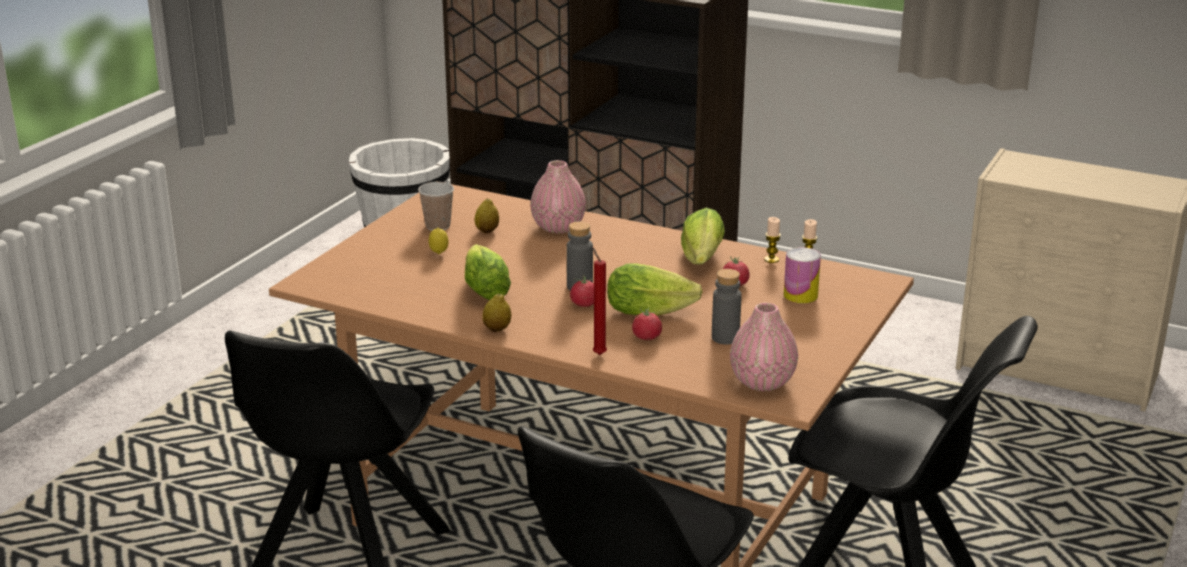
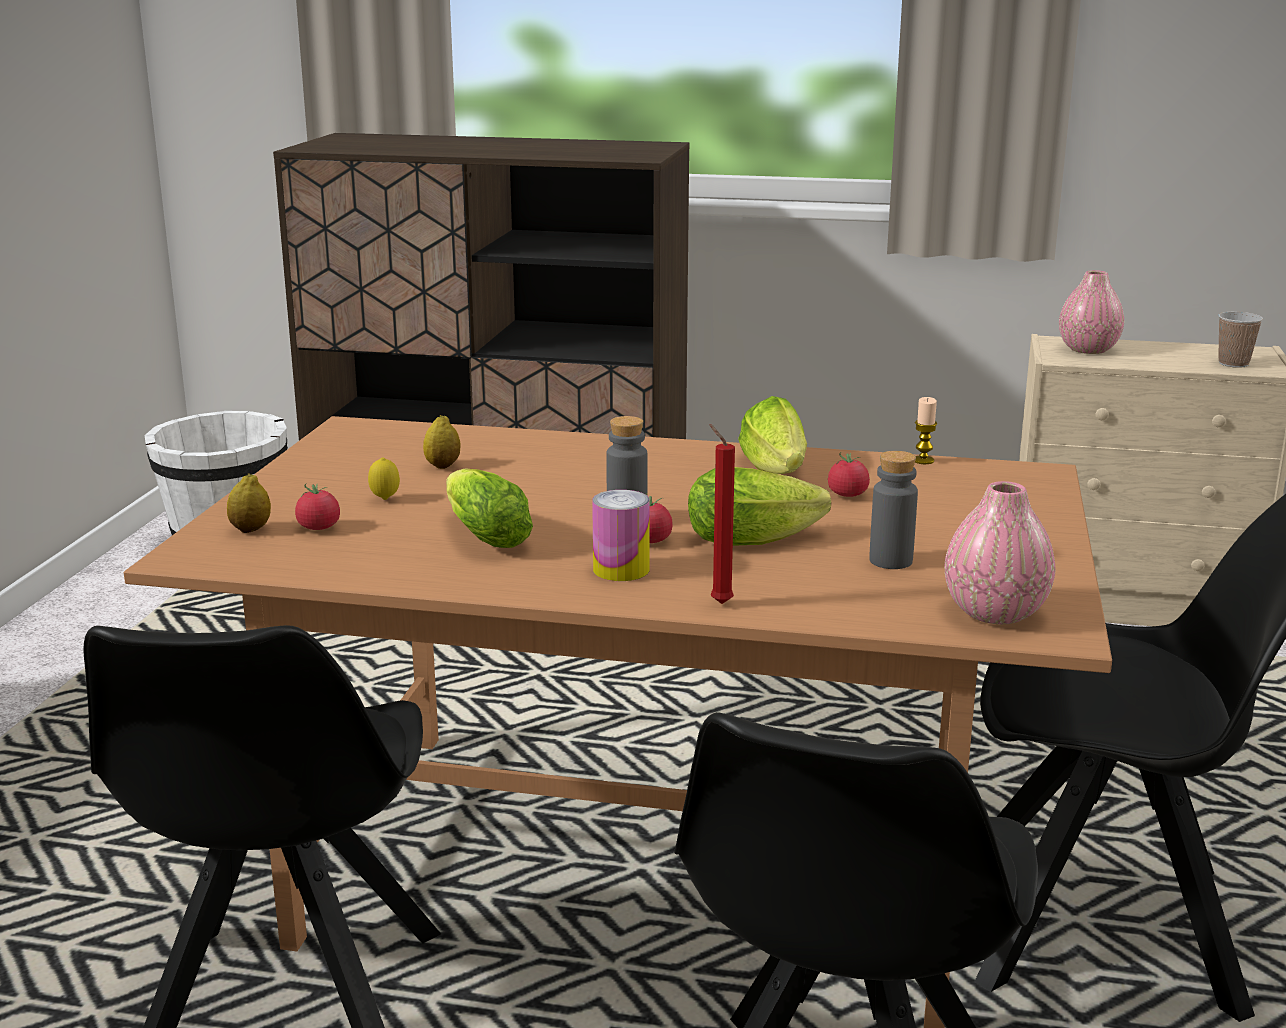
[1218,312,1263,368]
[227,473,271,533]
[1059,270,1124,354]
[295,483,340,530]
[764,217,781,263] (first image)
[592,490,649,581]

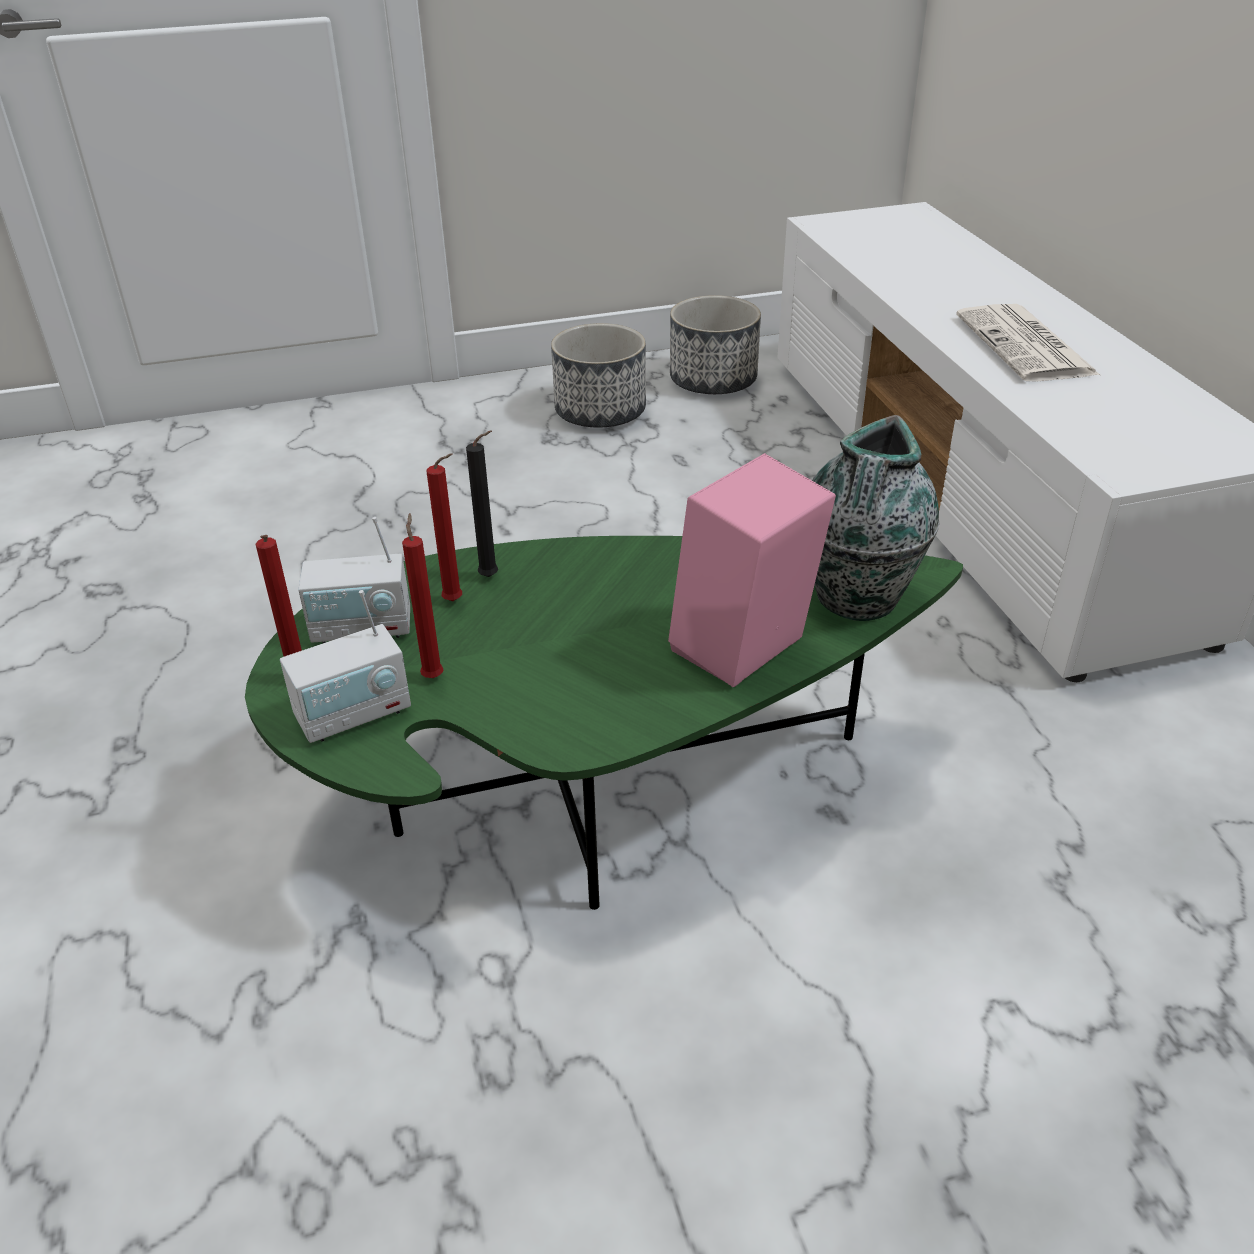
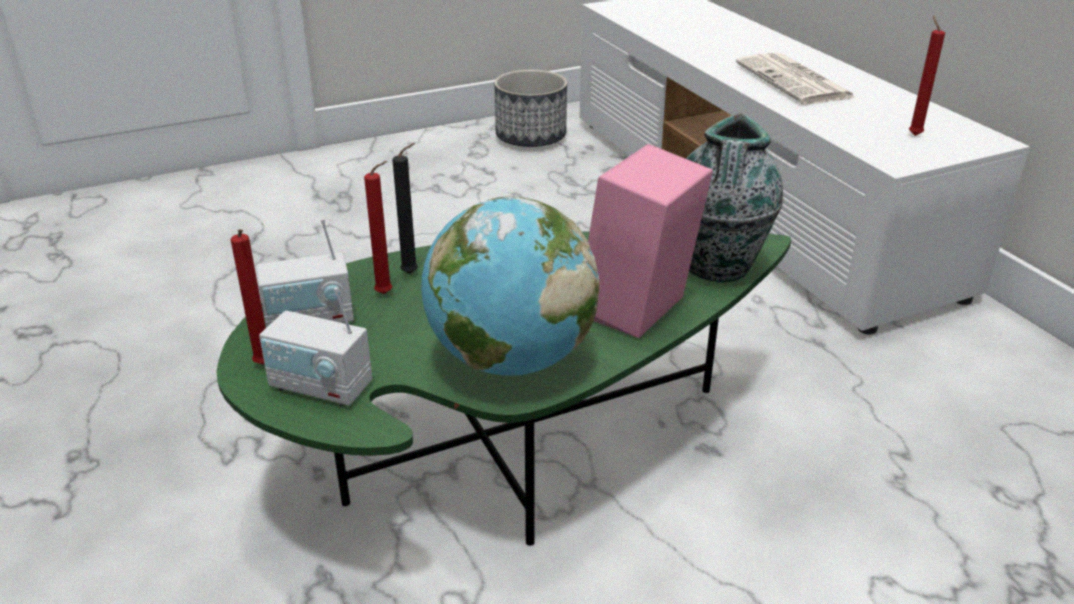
[259,288,372,406]
[909,16,945,136]
[551,323,646,427] (first image)
[421,196,600,376]

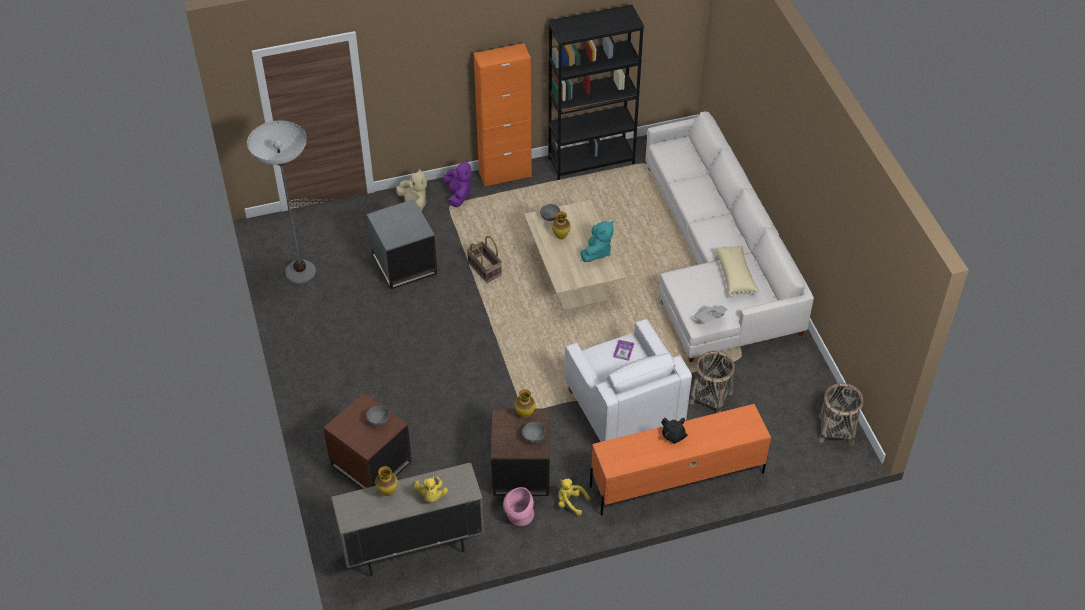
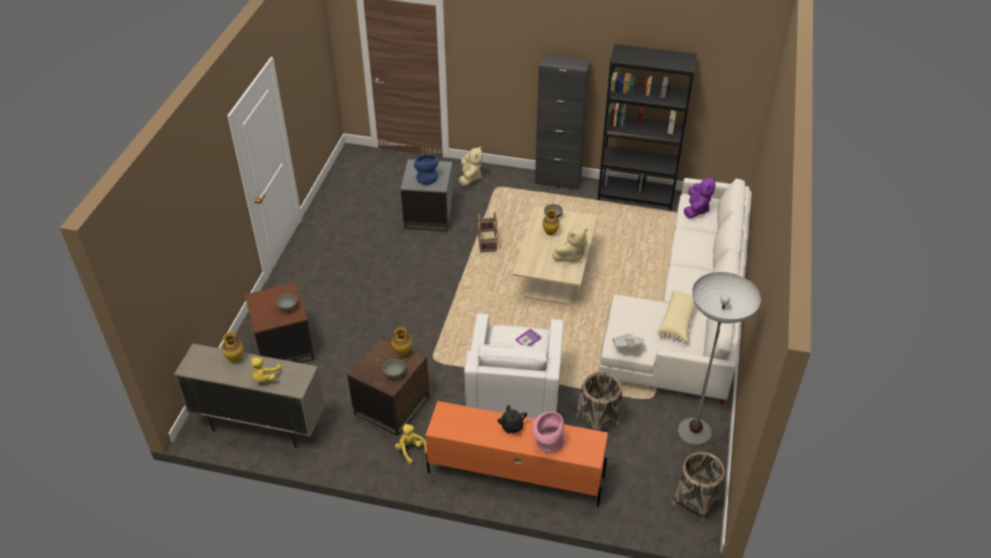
[678,272,761,446]
[684,177,716,218]
[535,54,590,190]
[532,412,564,453]
[552,227,588,263]
[414,155,439,185]

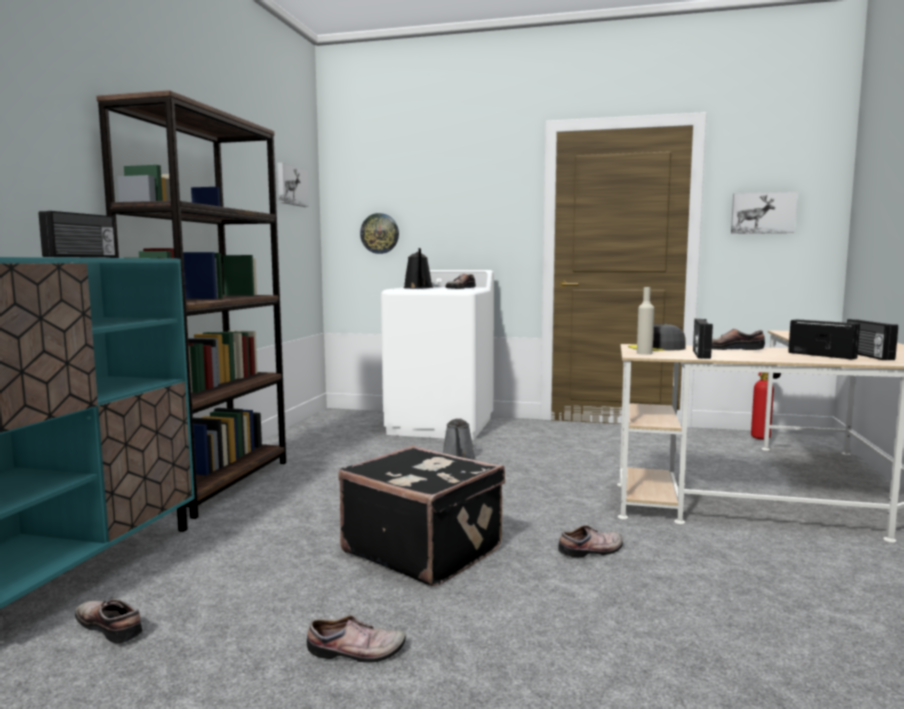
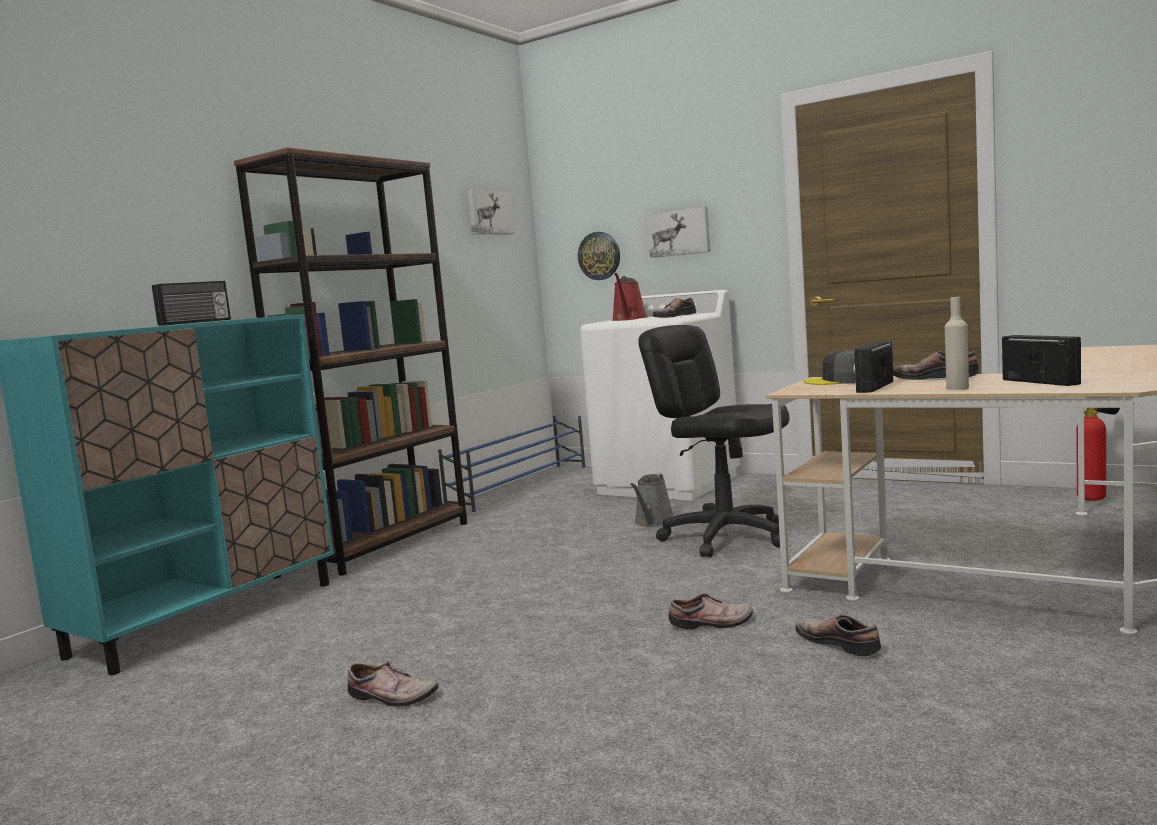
[795,615,881,657]
[338,446,505,586] (first image)
[612,273,647,321]
[945,297,969,390]
[647,207,710,258]
[847,319,898,360] (first image)
[438,416,586,512]
[638,325,790,557]

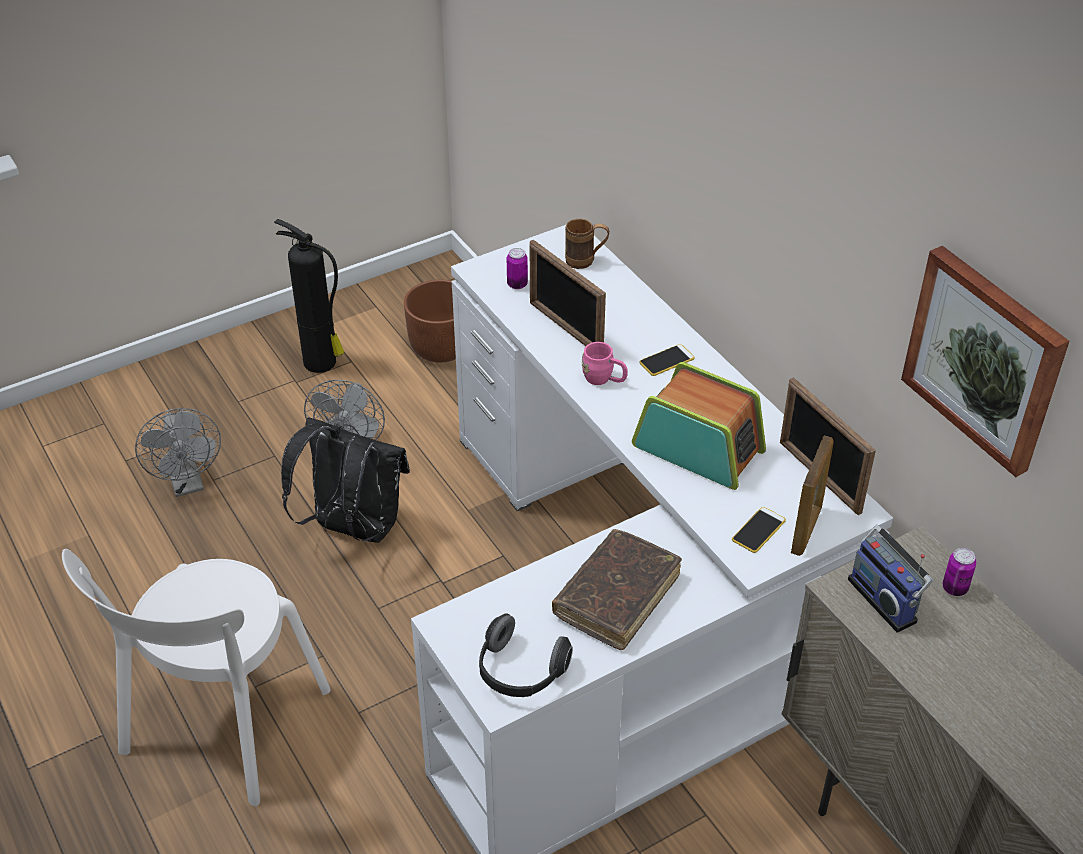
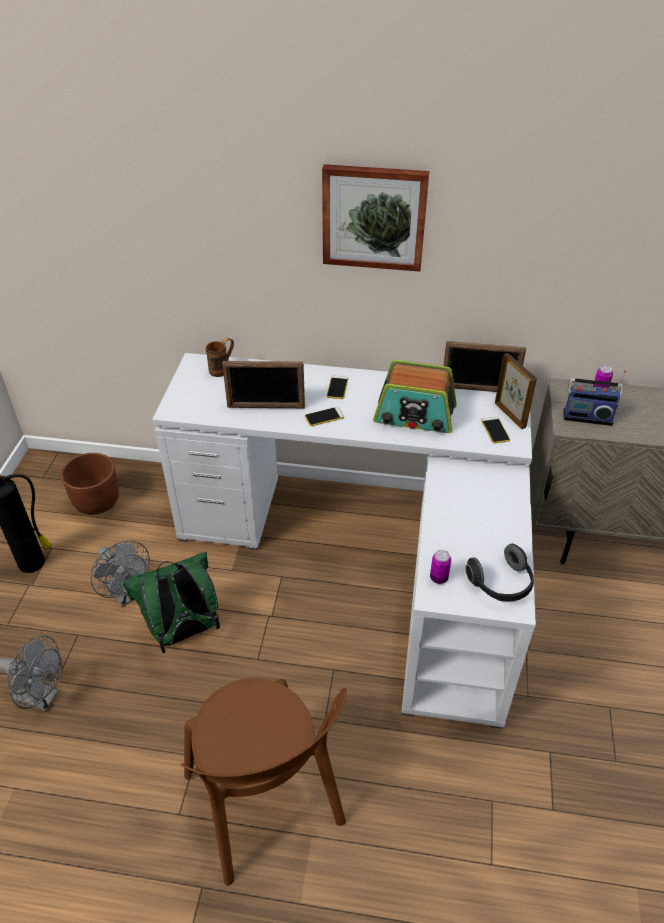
[181,678,347,886]
[123,552,220,653]
[430,550,451,584]
[552,529,682,650] (first image)
[305,407,344,426]
[373,360,457,433]
[322,164,429,271]

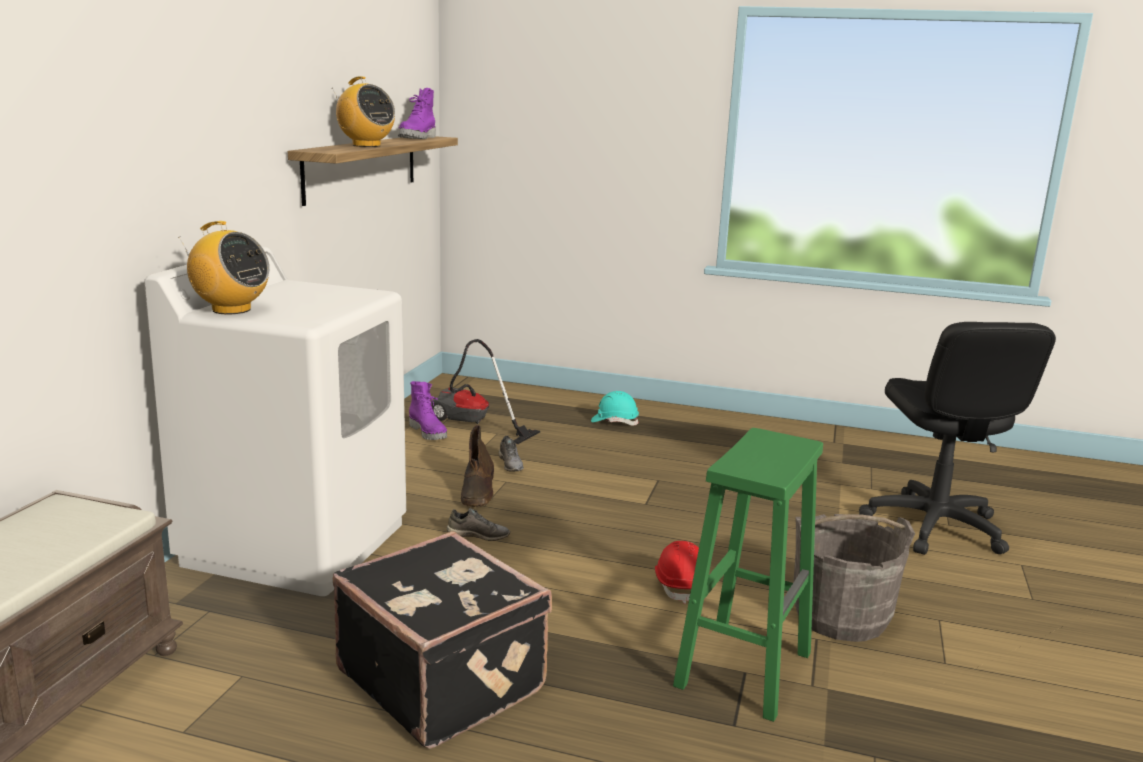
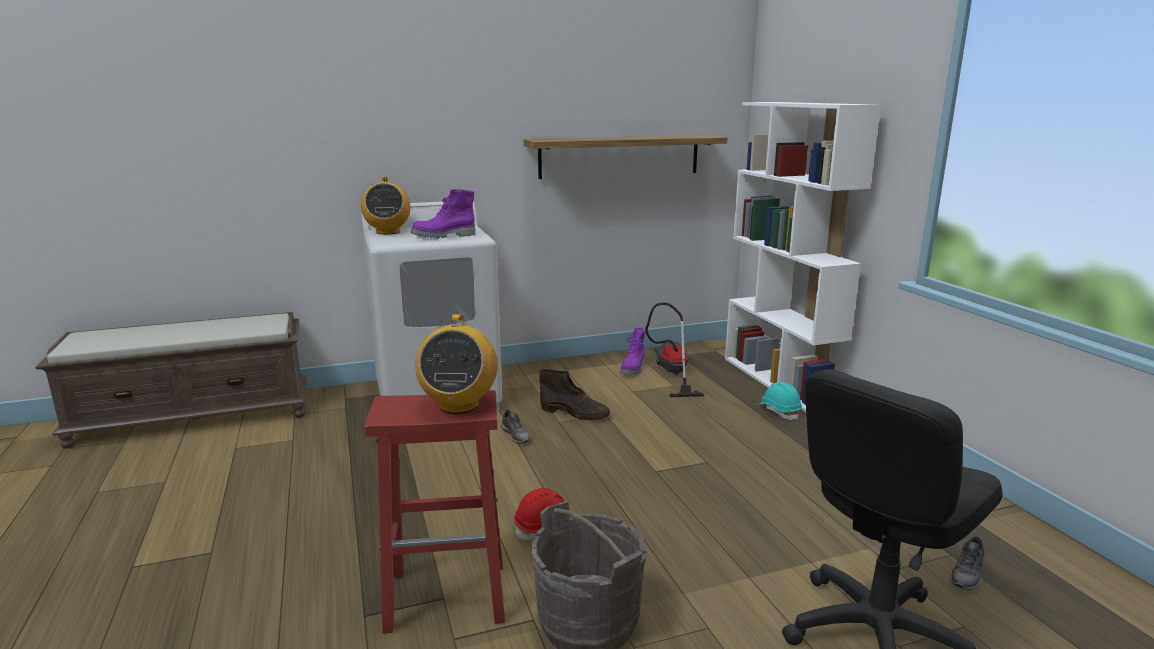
[415,314,498,414]
[333,531,552,749] (first image)
[411,189,475,239]
[539,369,610,420]
[950,537,984,590]
[365,390,505,634]
[725,102,881,413]

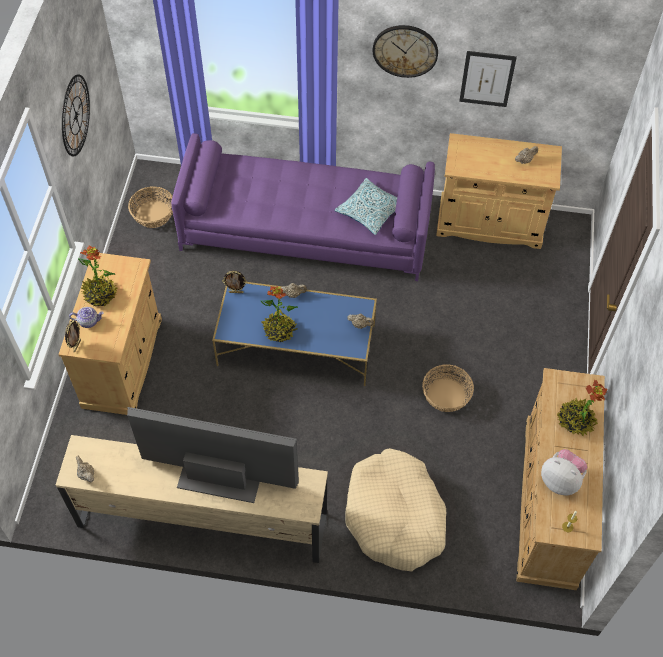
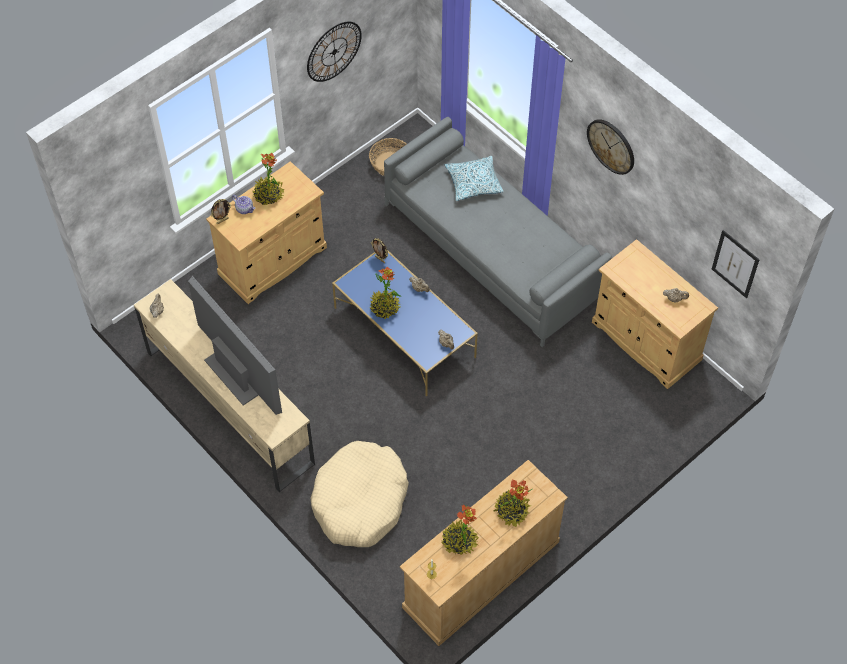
[384,117,612,347]
[445,156,504,201]
[422,364,474,412] (first image)
[712,230,760,298]
[442,504,479,556]

